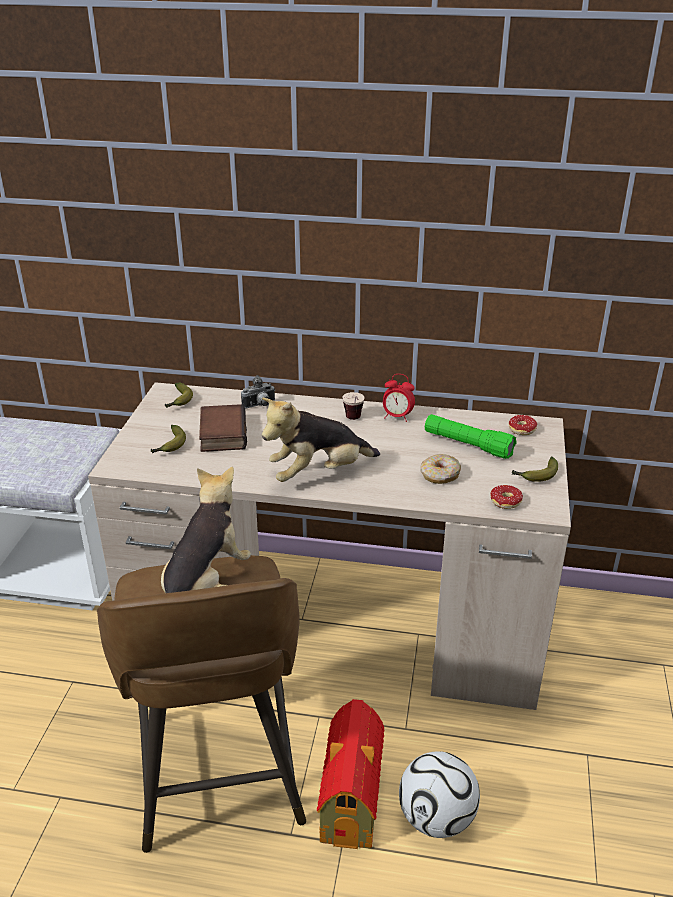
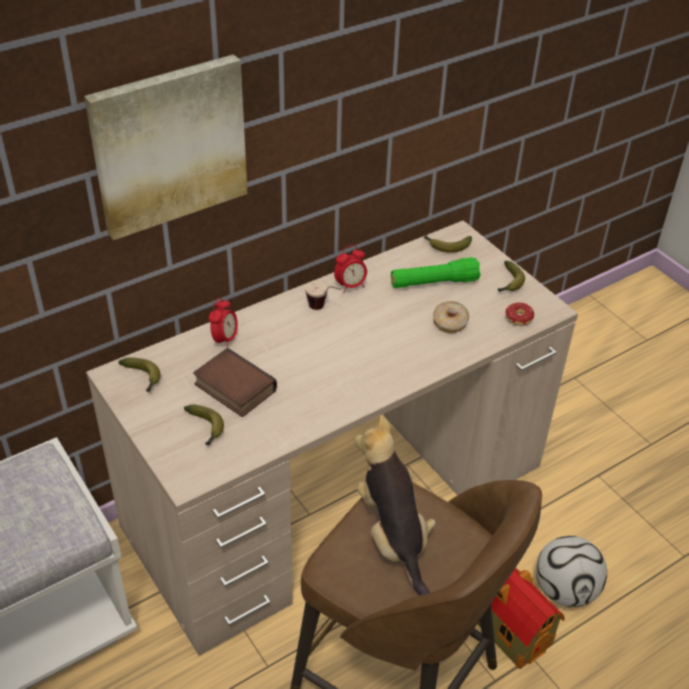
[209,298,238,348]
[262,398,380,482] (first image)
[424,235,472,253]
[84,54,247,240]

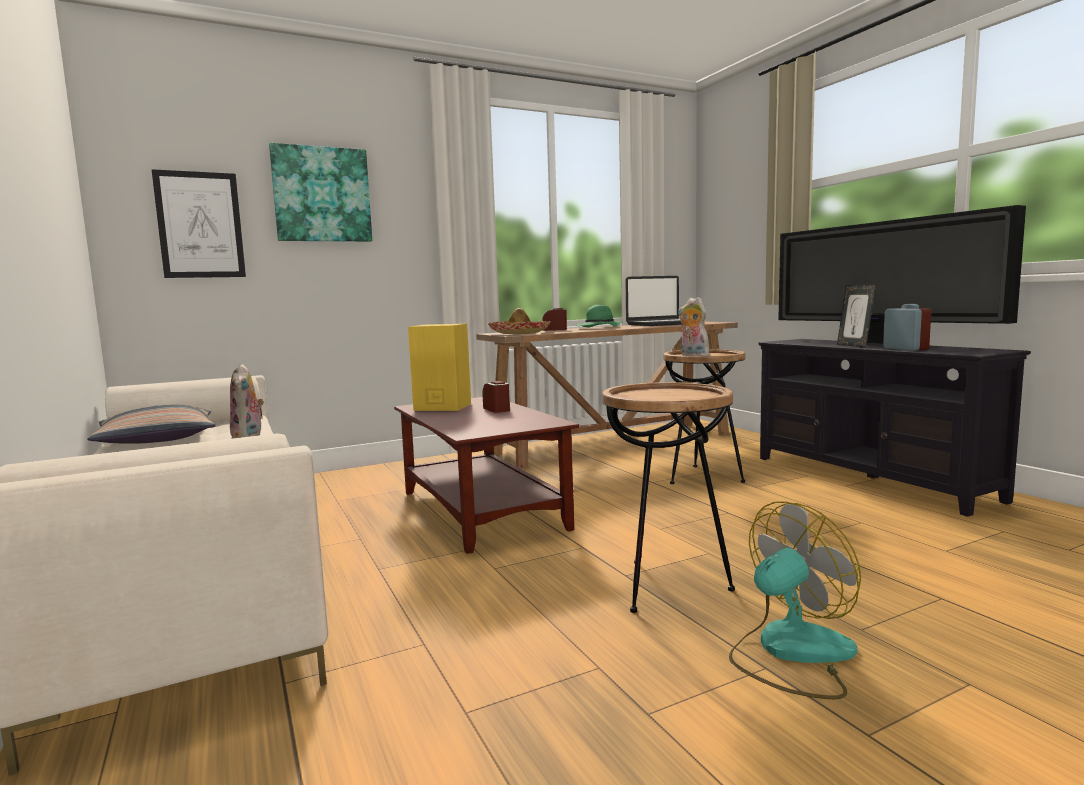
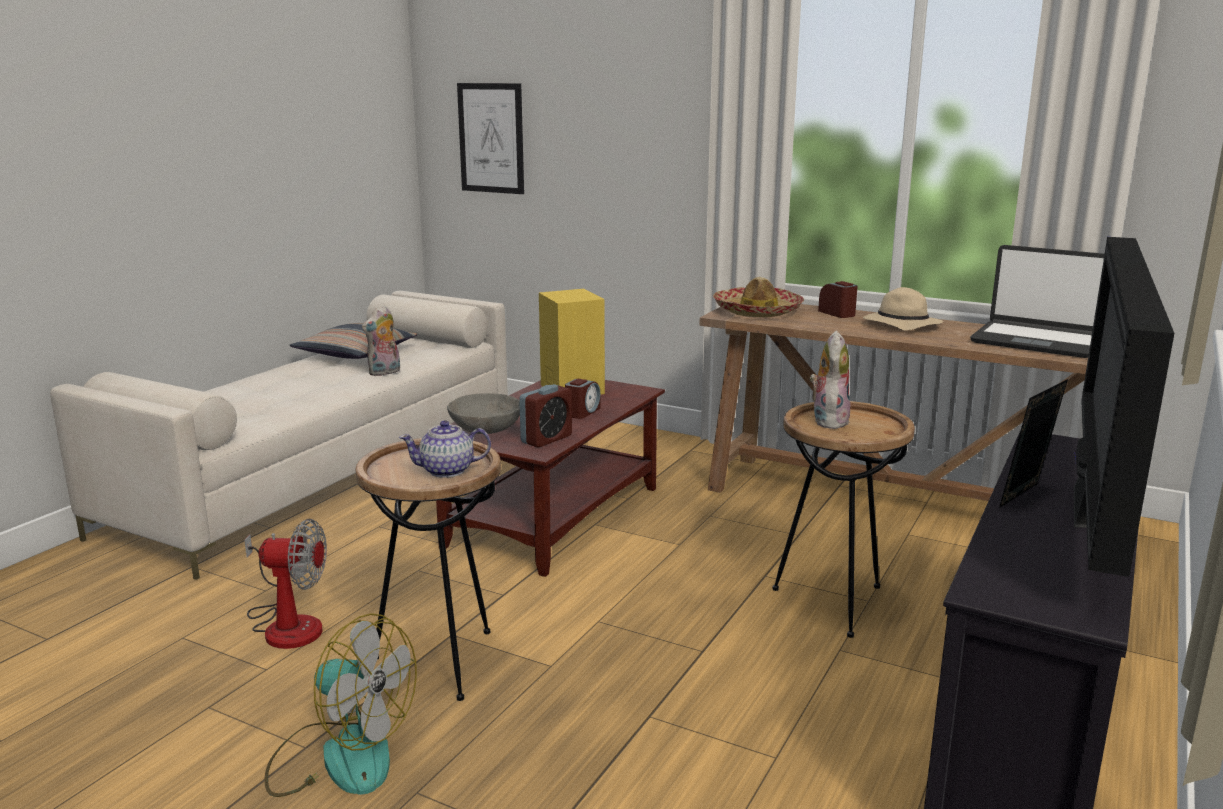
[269,143,372,242] (first image)
[863,287,943,331]
[519,384,572,448]
[244,519,327,649]
[399,420,491,478]
[447,393,520,434]

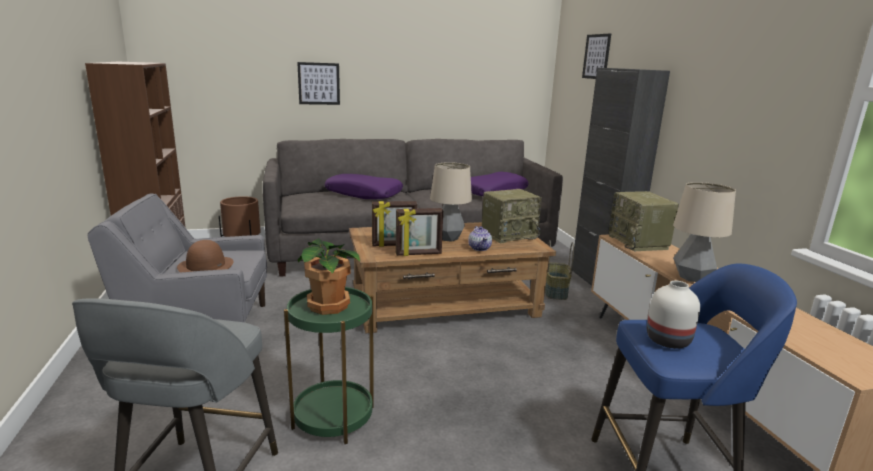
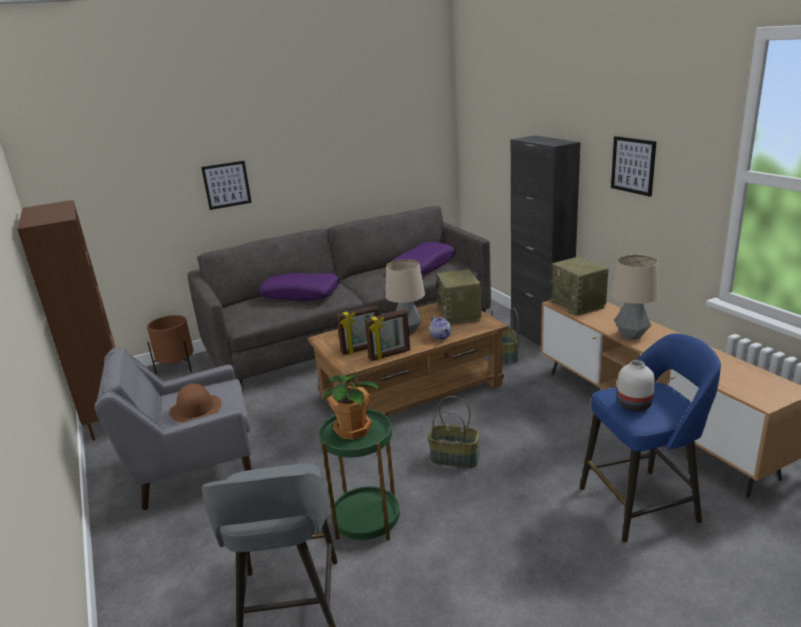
[437,269,481,325]
[611,136,656,197]
[427,396,480,468]

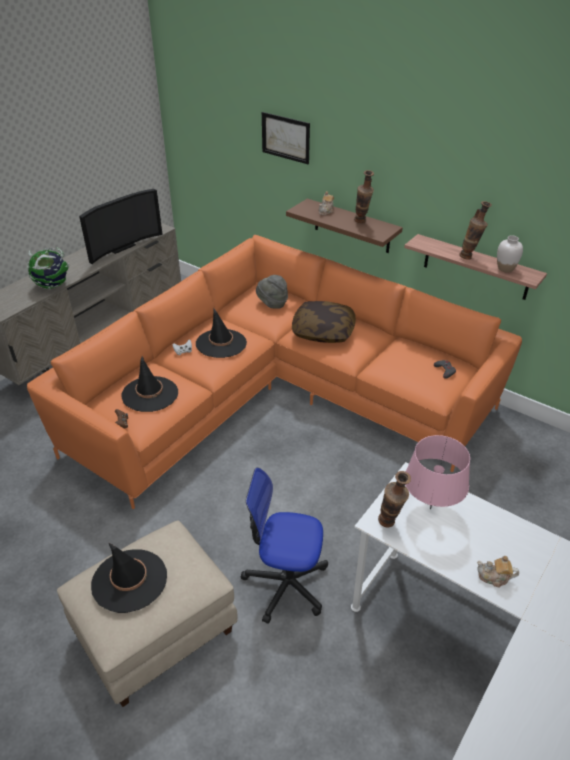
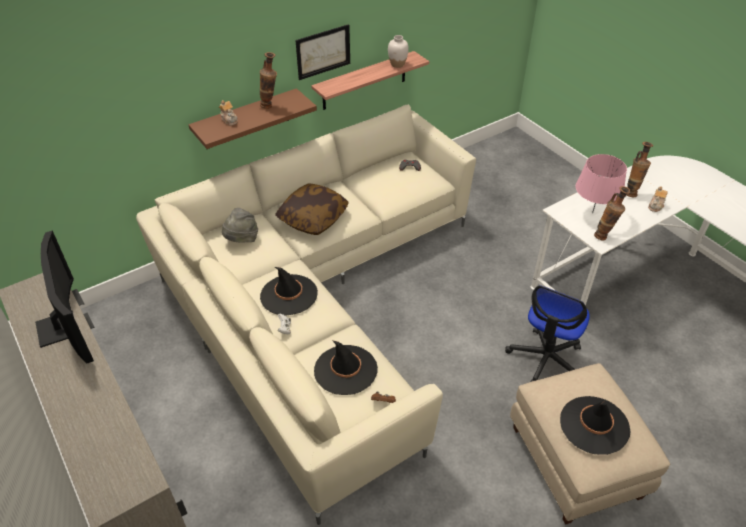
[136,105,476,525]
[27,247,69,289] (first image)
[295,24,350,80]
[626,142,653,197]

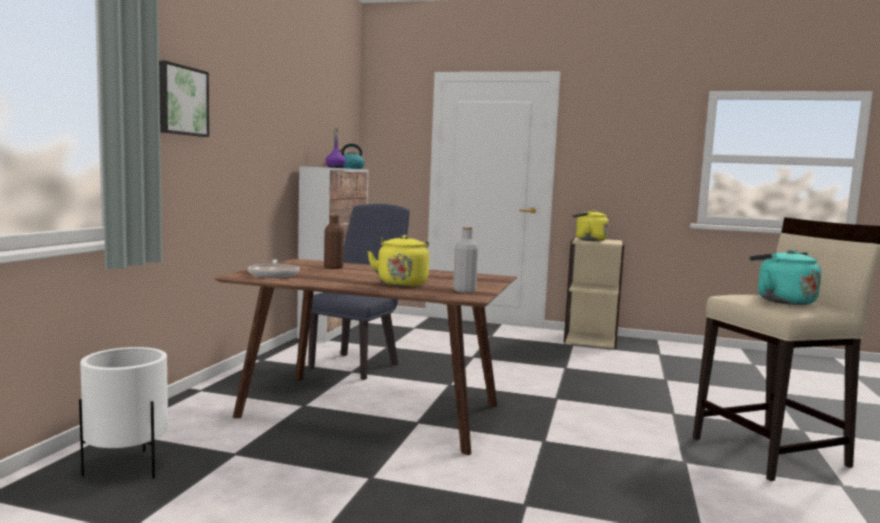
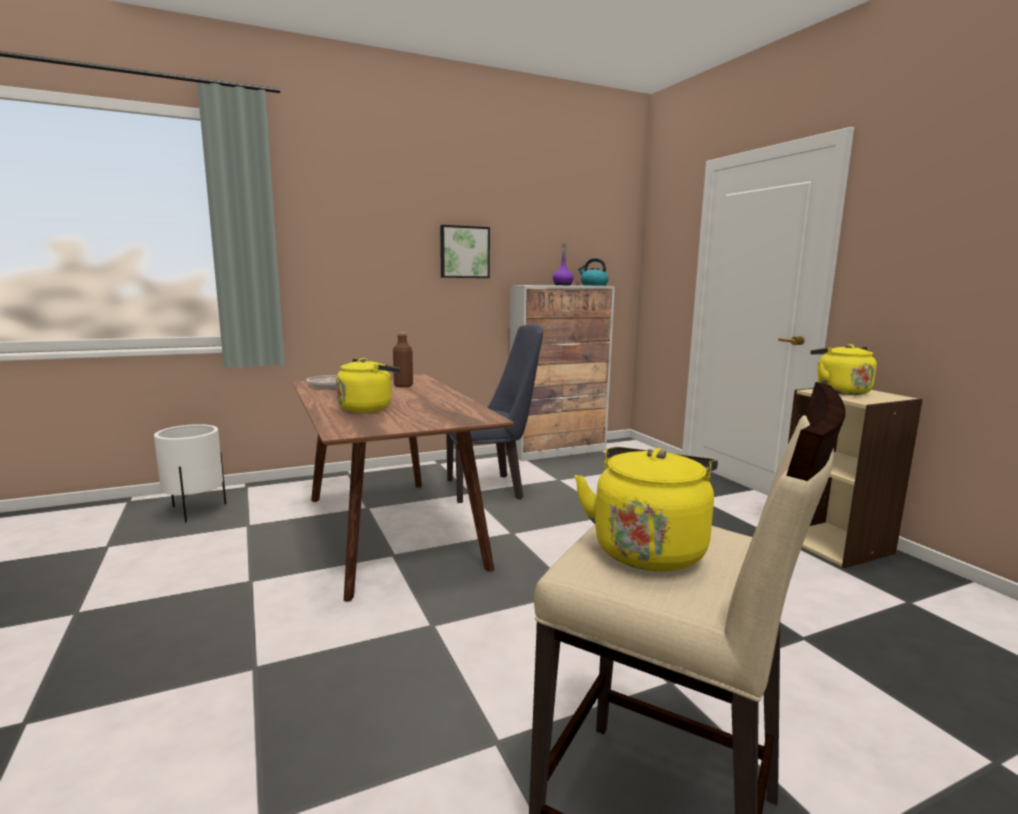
[440,225,490,278]
[453,227,478,293] (first image)
[575,447,718,571]

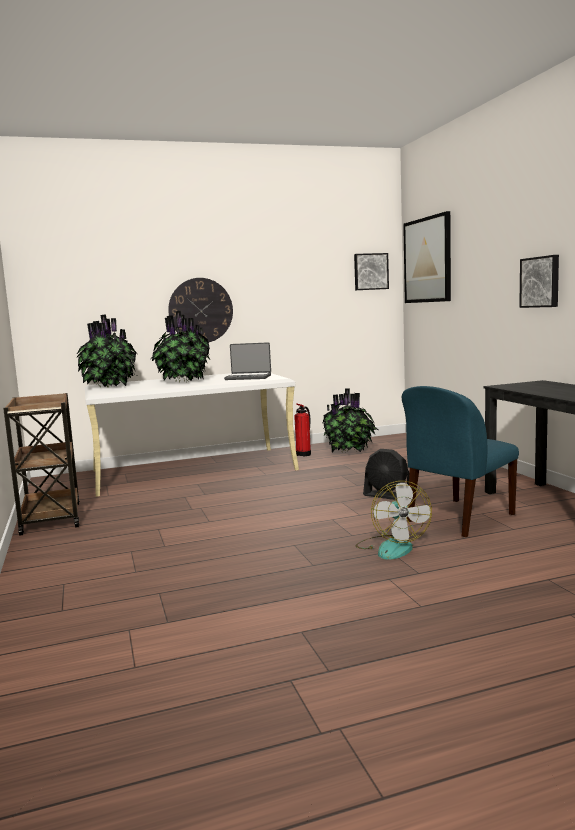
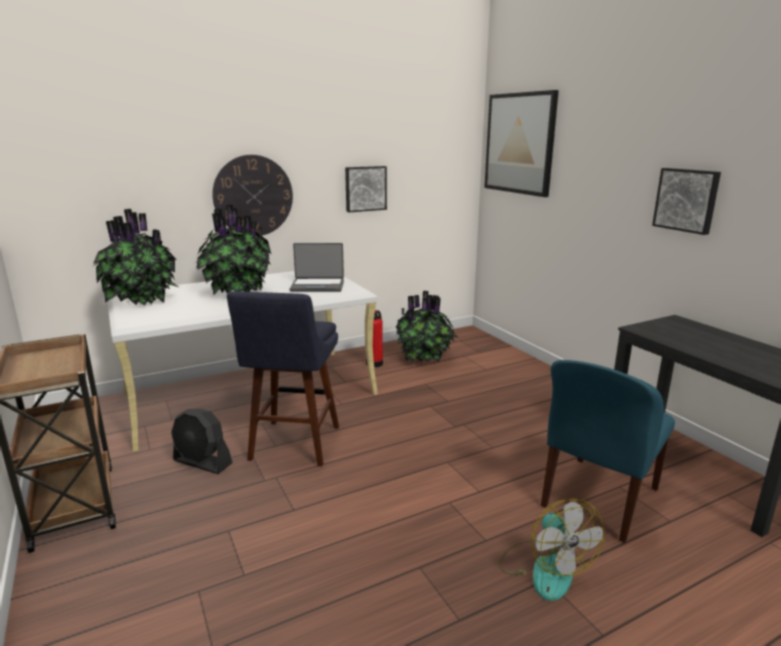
[345,166,387,212]
[171,409,232,474]
[227,291,339,466]

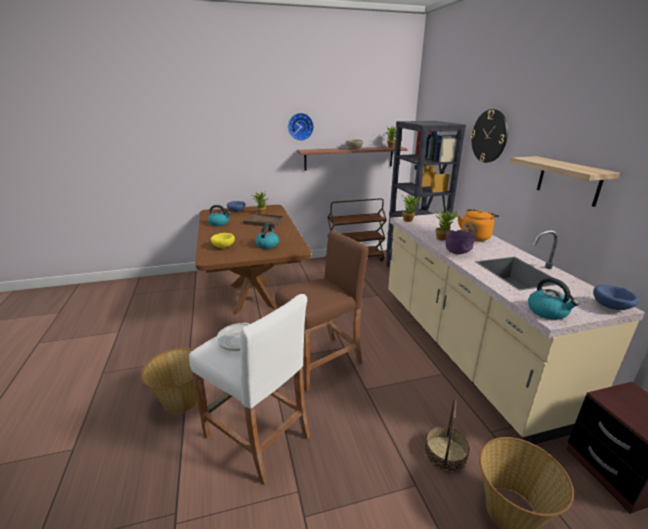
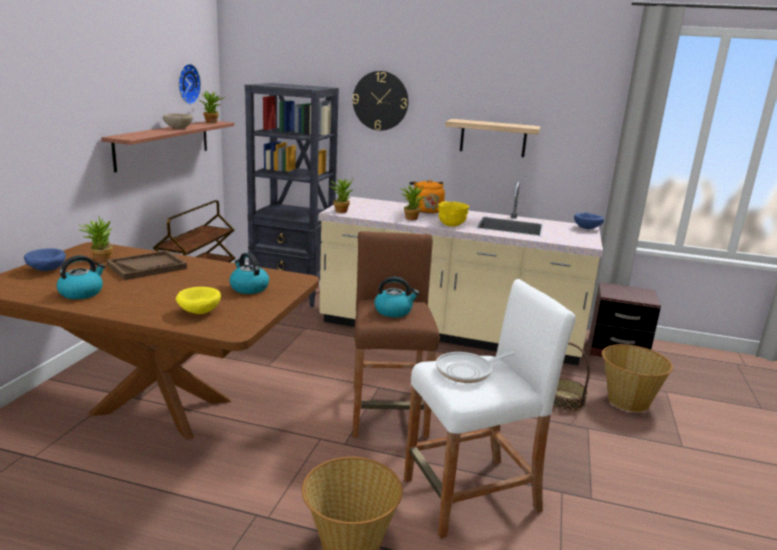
[178,64,201,104]
[438,201,469,227]
[374,277,419,317]

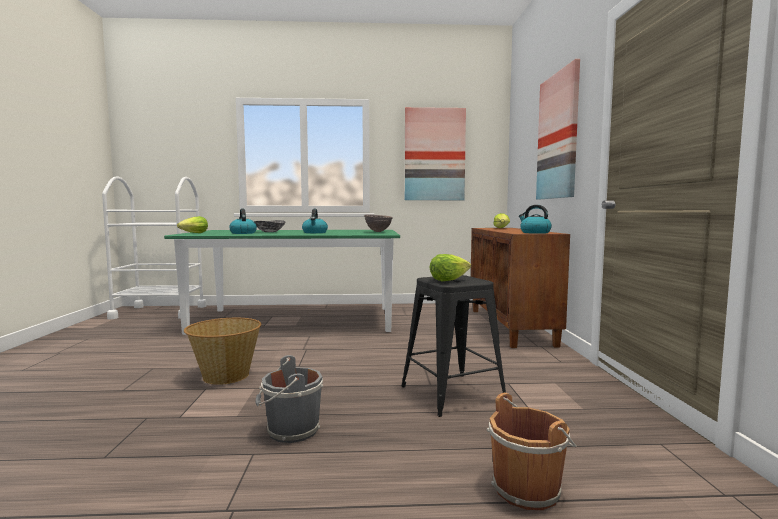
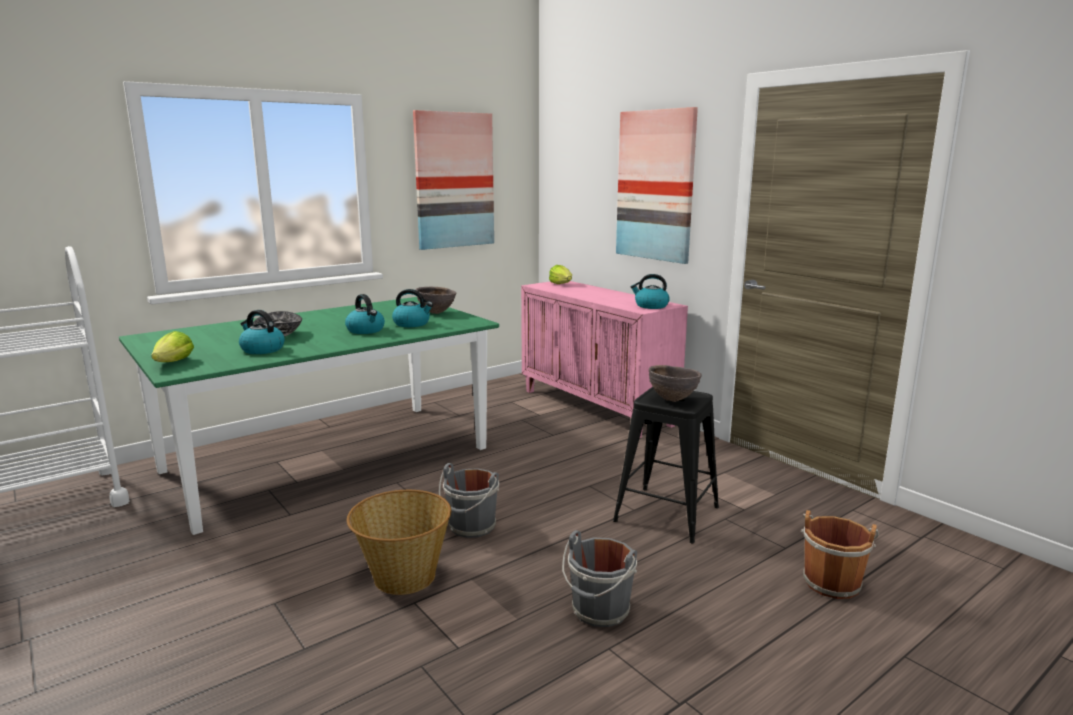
[649,365,702,402]
[521,281,688,438]
[392,289,433,327]
[439,463,499,538]

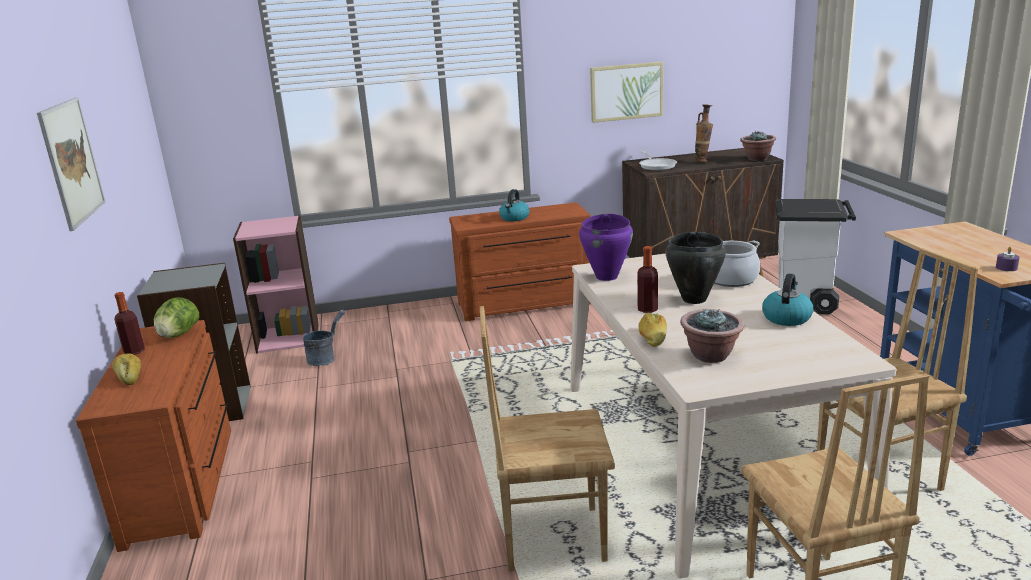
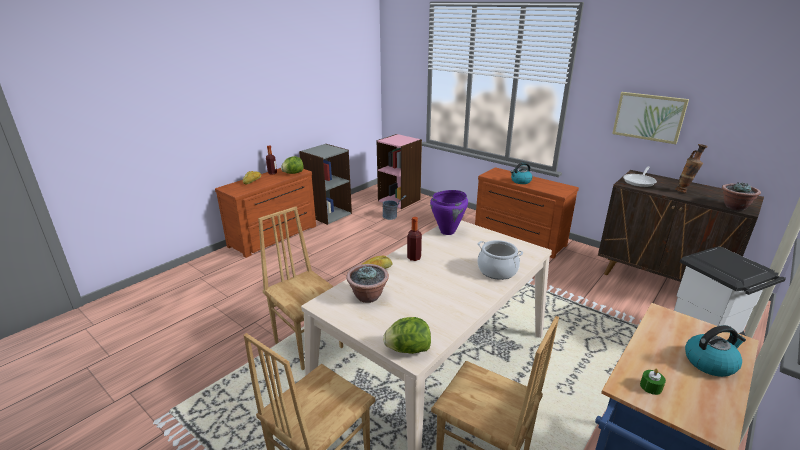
[37,98,105,231] (first image)
[666,232,726,304] (first image)
[685,325,746,377]
[640,369,666,395]
[383,317,431,354]

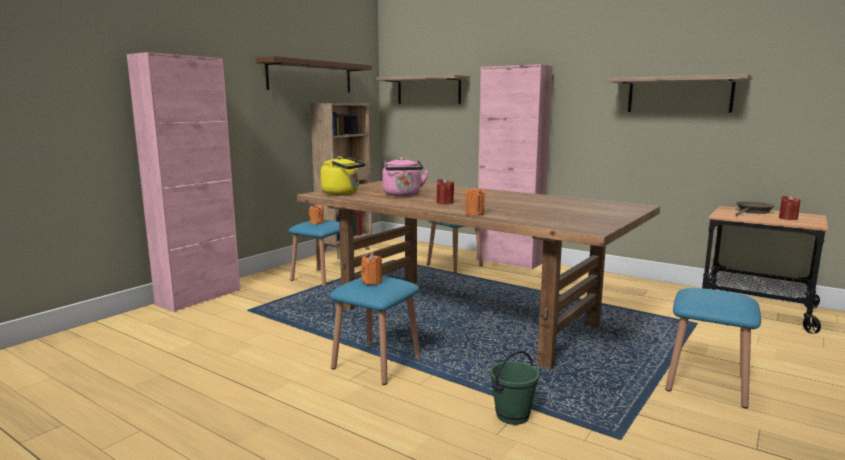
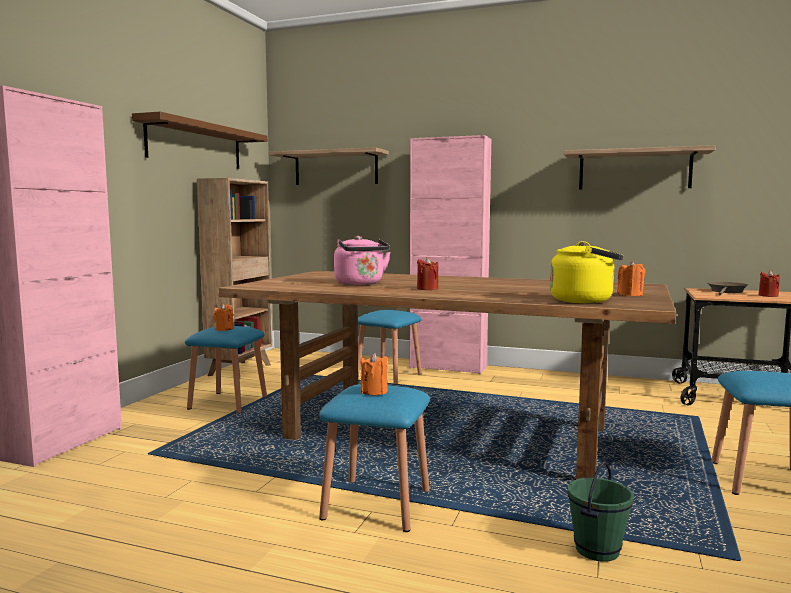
[550,241,623,304]
[617,261,645,296]

